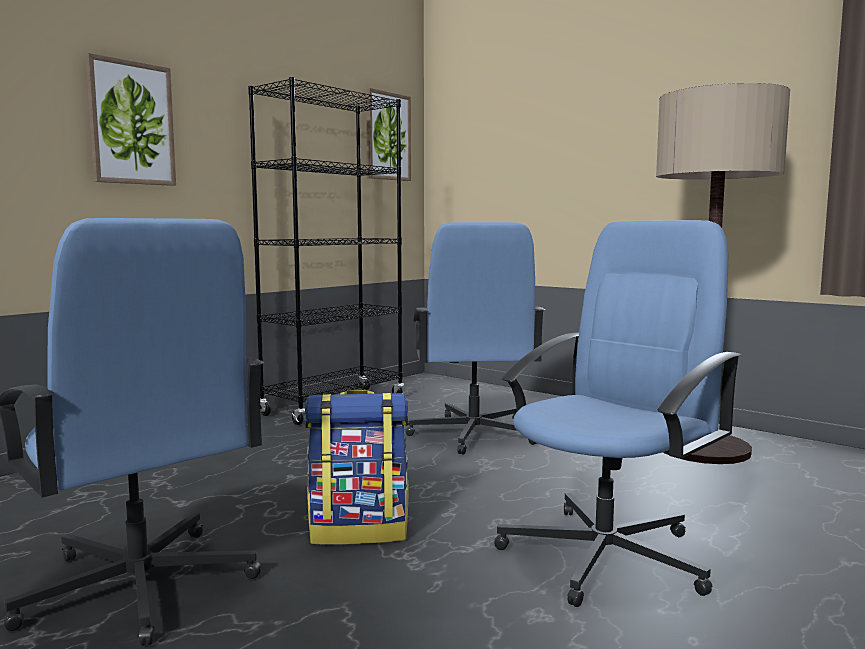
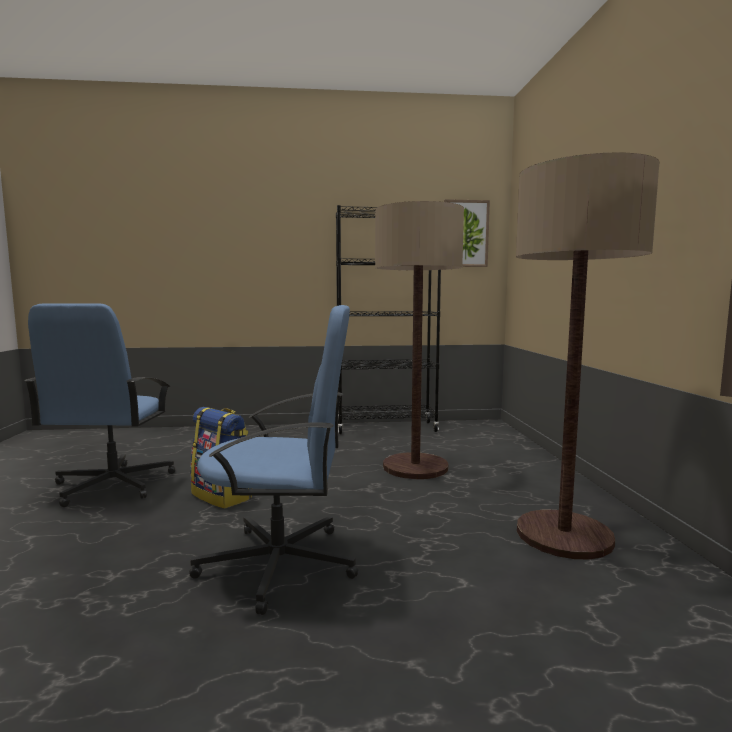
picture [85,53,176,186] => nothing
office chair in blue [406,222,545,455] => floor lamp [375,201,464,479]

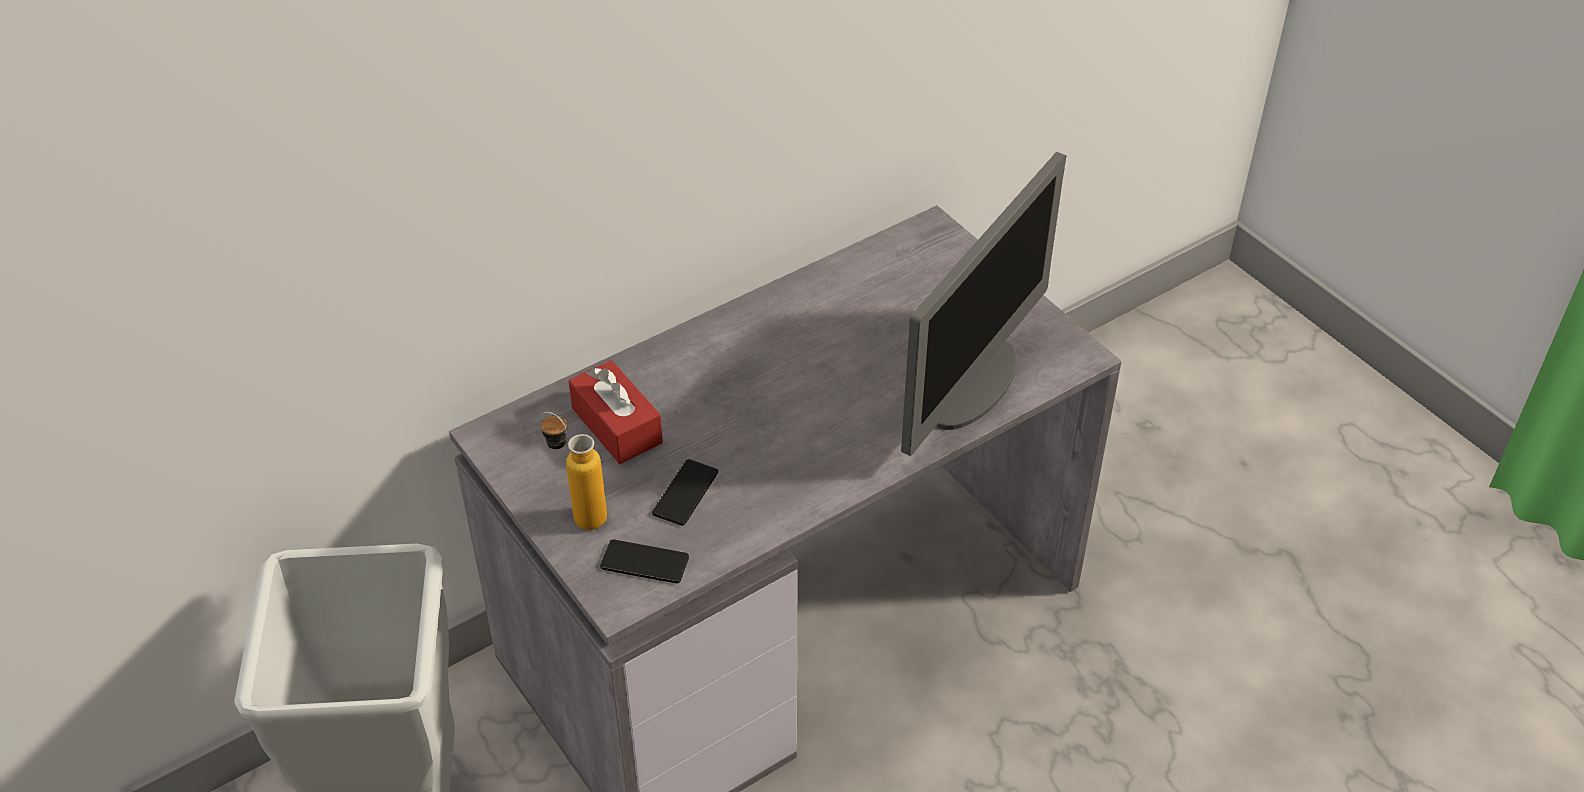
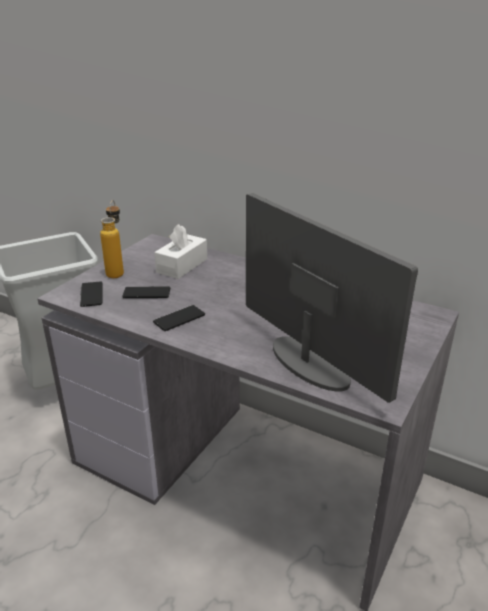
monitor [901,152,1066,456] => monitor [246,193,418,403], 135 degrees counterclockwise
tissue box in red [569,360,663,464] => tissue box in white [154,224,207,279]
nothing => phone [153,305,205,331]

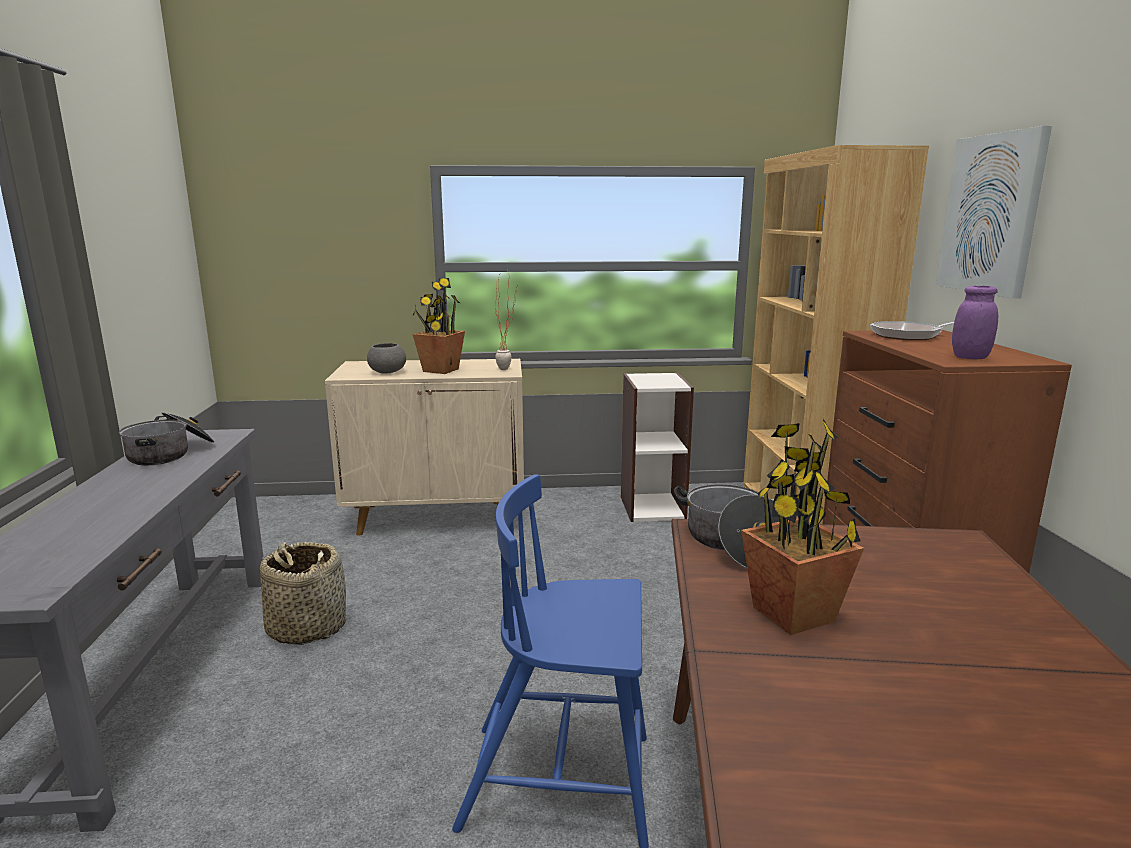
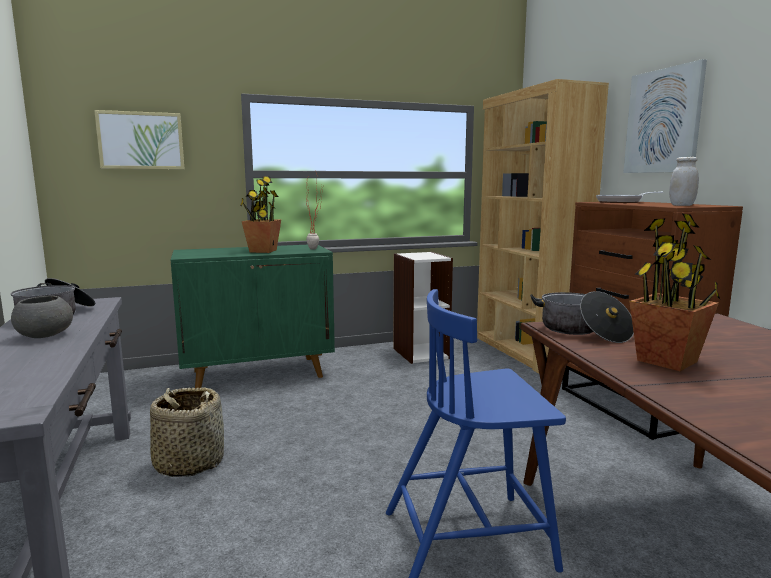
jar in purple [952,286,998,359] => jar in white [669,157,699,206]
bowl in grey [367,343,406,374] => bowl in grey [11,296,73,338], relocated
cabinet in beige [325,359,524,536] => cabinet in green [171,245,335,388]
nothing => picture [94,110,184,169]

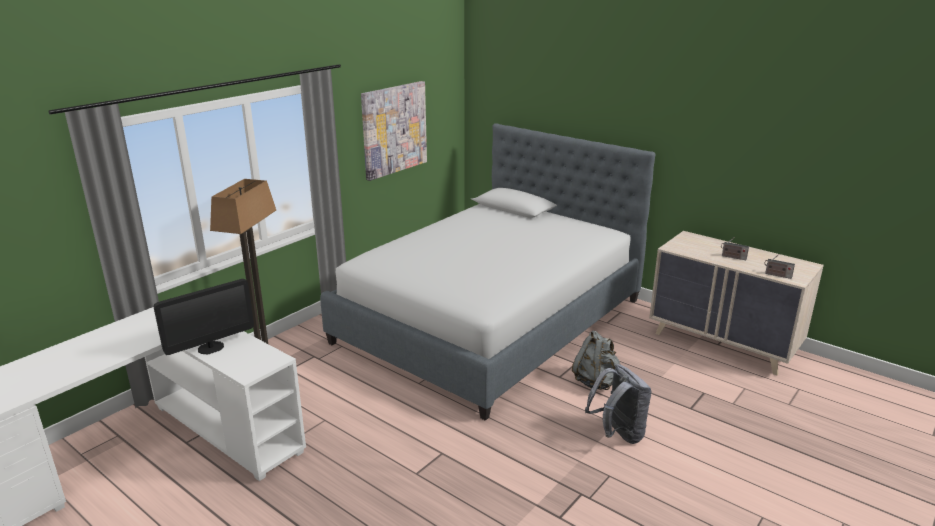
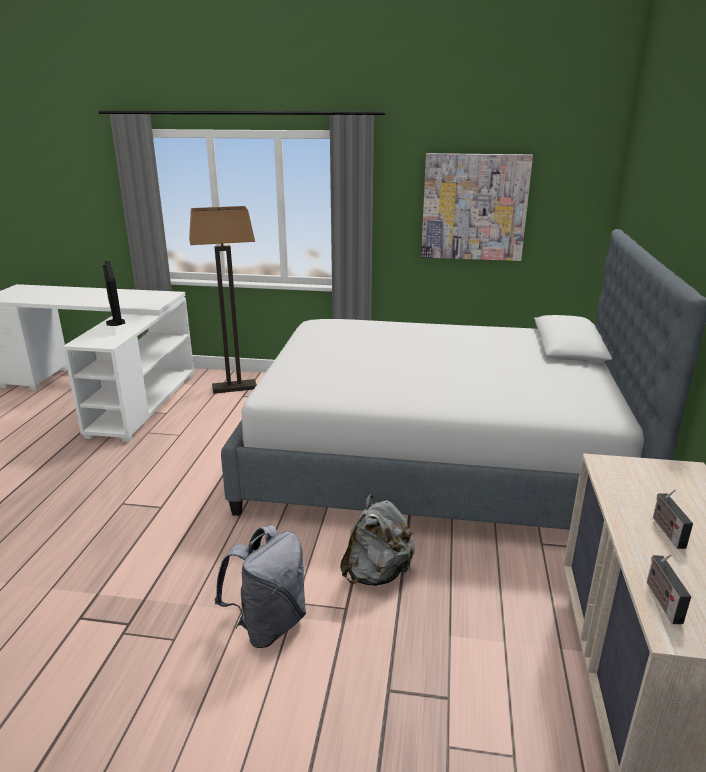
monitor [154,279,254,355] => monitor [103,261,125,326], 135 degrees counterclockwise

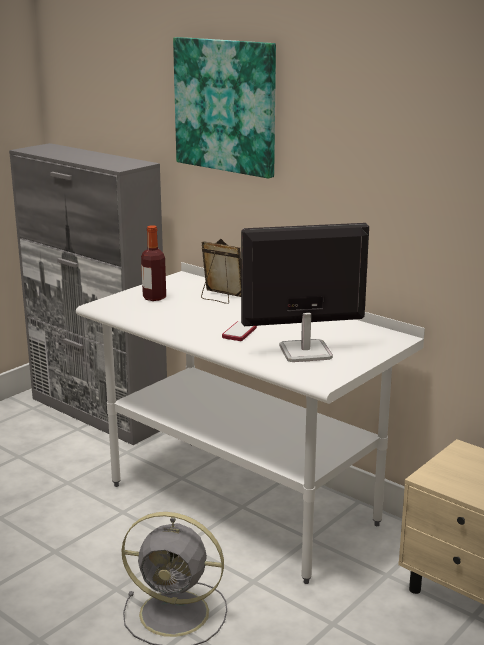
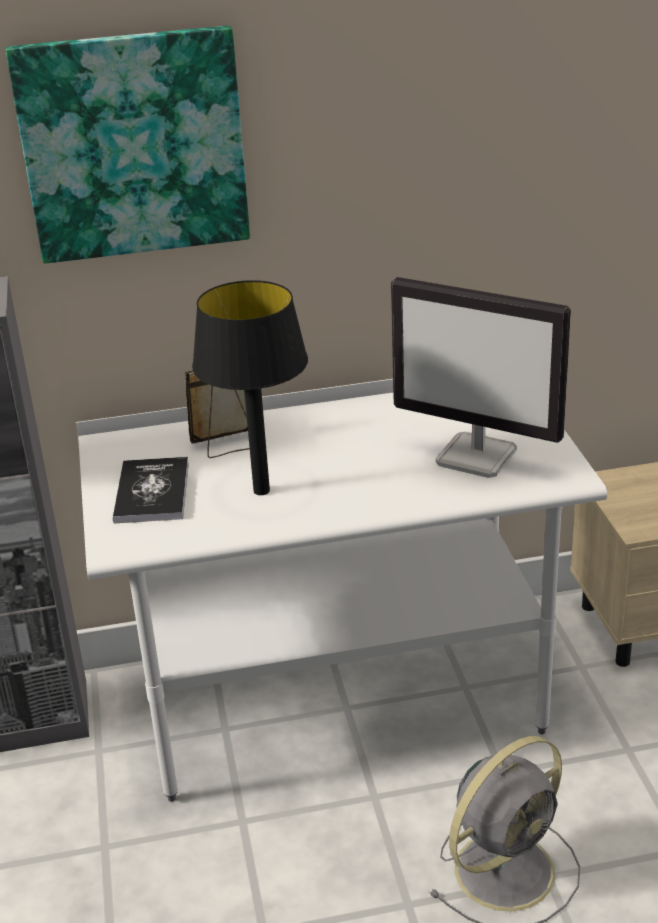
monitor [241,223,369,362] => monitor [391,277,571,478], 90 degrees counterclockwise
bottle [141,225,166,301] => book [113,457,189,523]
phone [222,321,257,341] => nothing
nothing => table lamp in black [192,280,308,495]

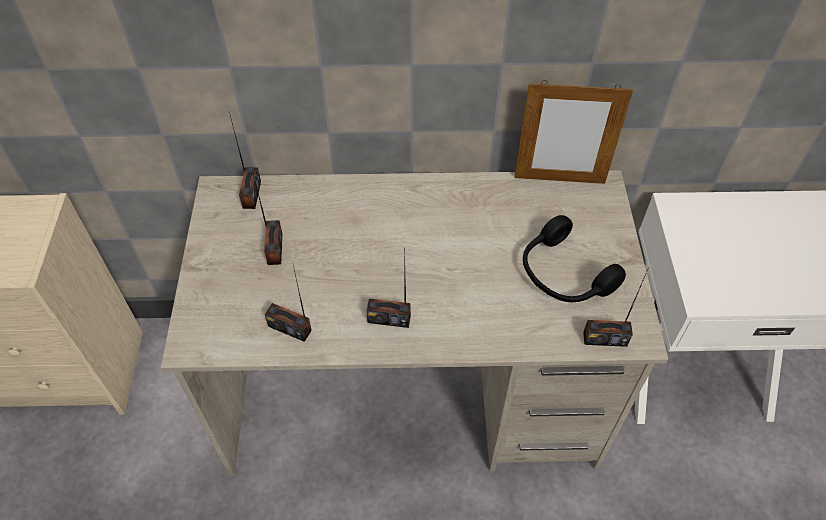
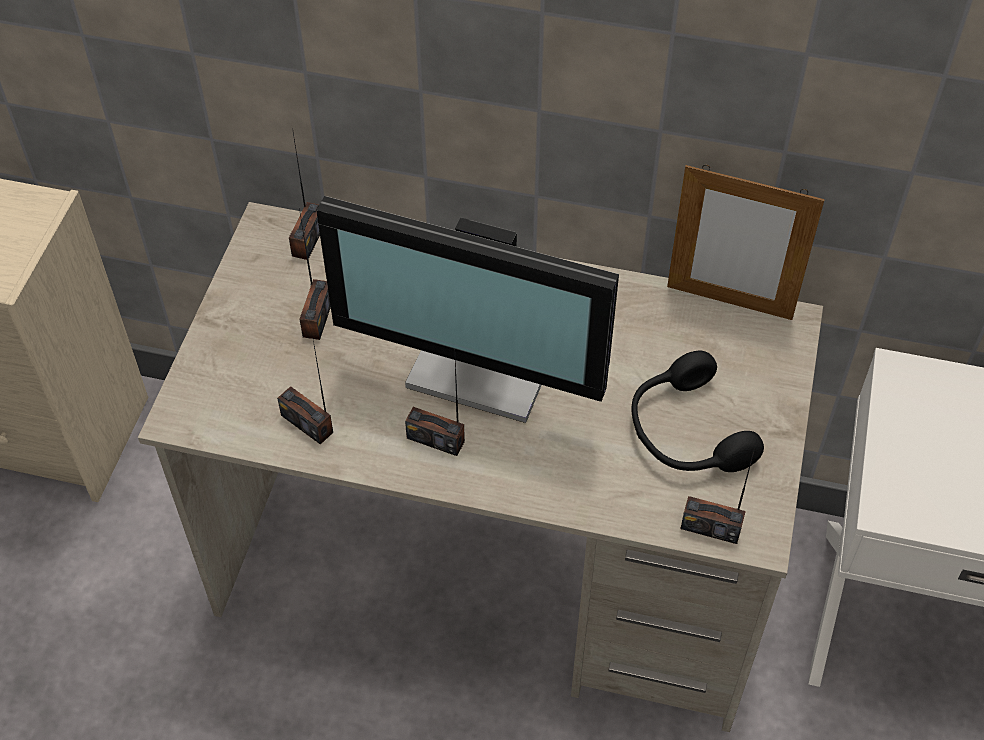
nothing => monitor [316,196,619,423]

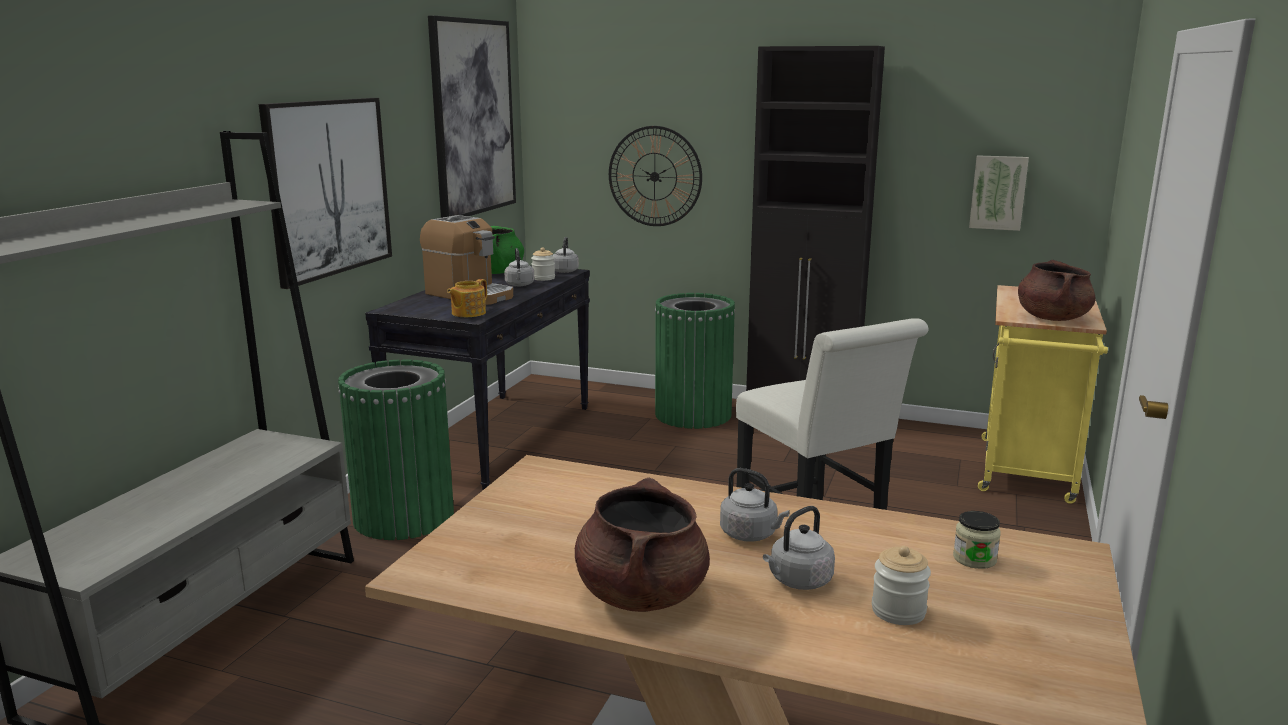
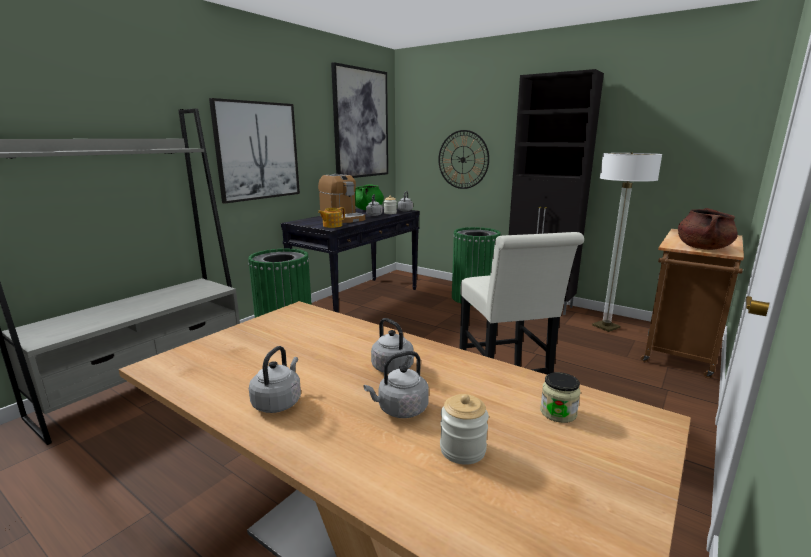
picture [969,155,1029,231] => nothing
cart in yellow [978,285,1108,504] => cart in brown [641,229,744,378]
cooking pot in brown [575,477,710,612] => kettle in grey [249,346,301,413]
nothing => floor lamp [592,153,662,332]

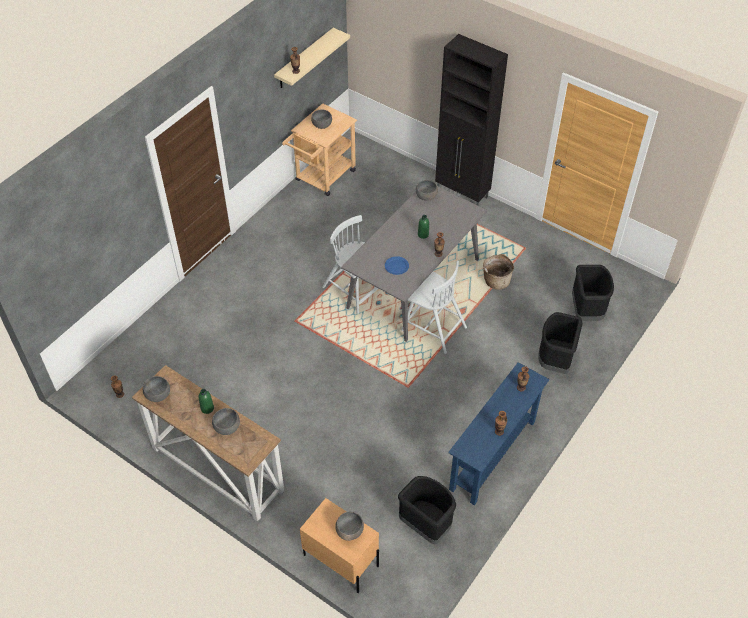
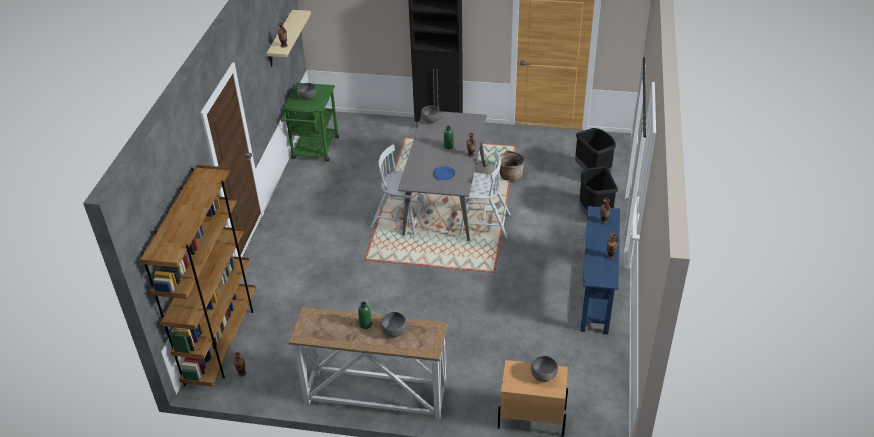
cart in beige [282,103,357,196] => cart in green [281,83,339,162]
bowl in grey [143,376,170,402] => nothing
trash can in black [398,476,456,544] => nothing
nothing => bookcase in brown [140,165,256,387]

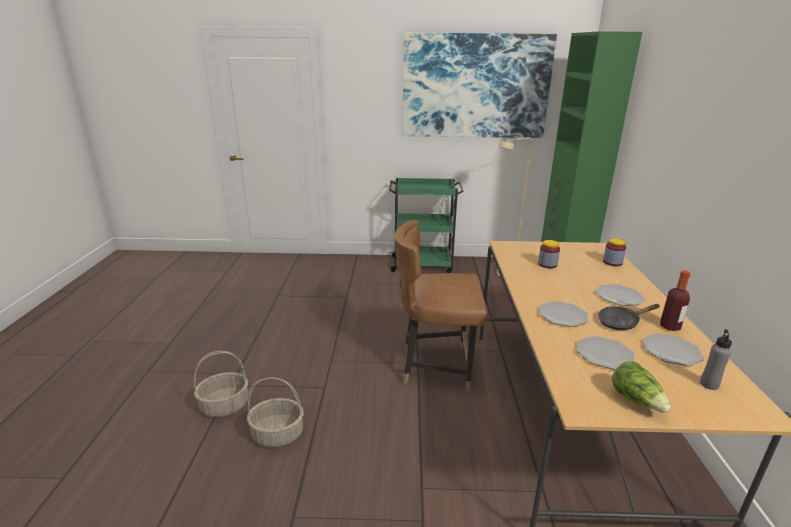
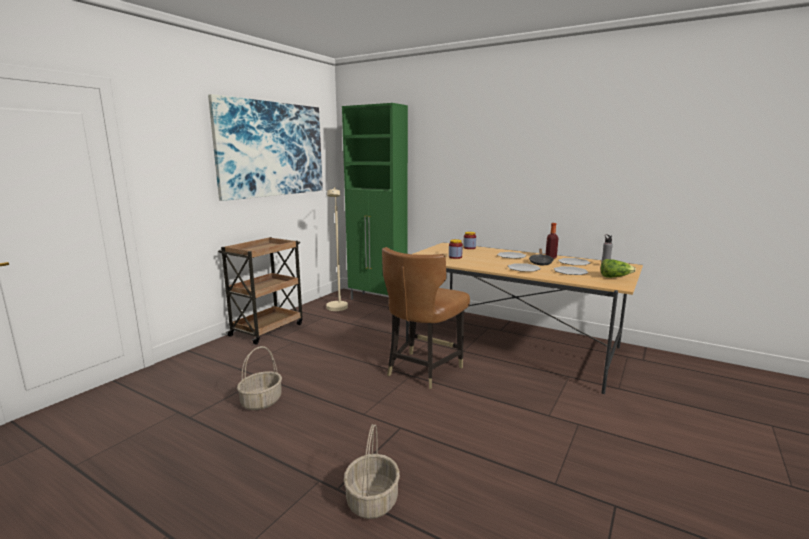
cart in green [389,178,464,273] => cart in brown [218,237,303,345]
basket [247,377,304,447] => basket [237,346,282,410], relocated

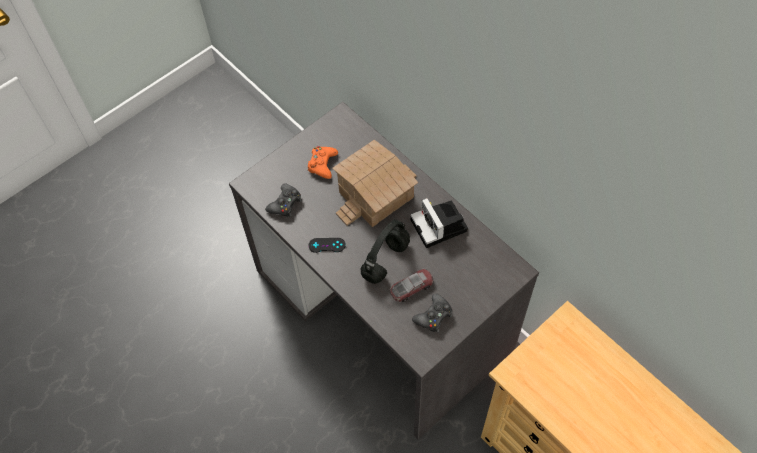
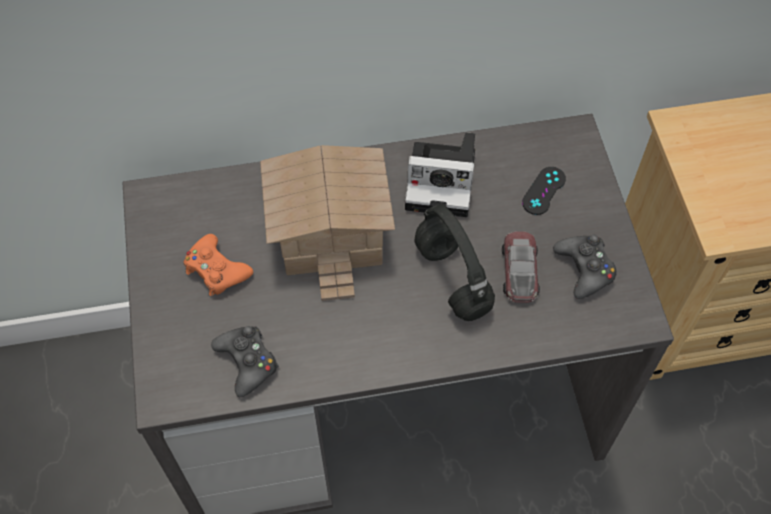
game controller in black [308,238,346,253] => game controller in black [522,167,566,215], relocated

